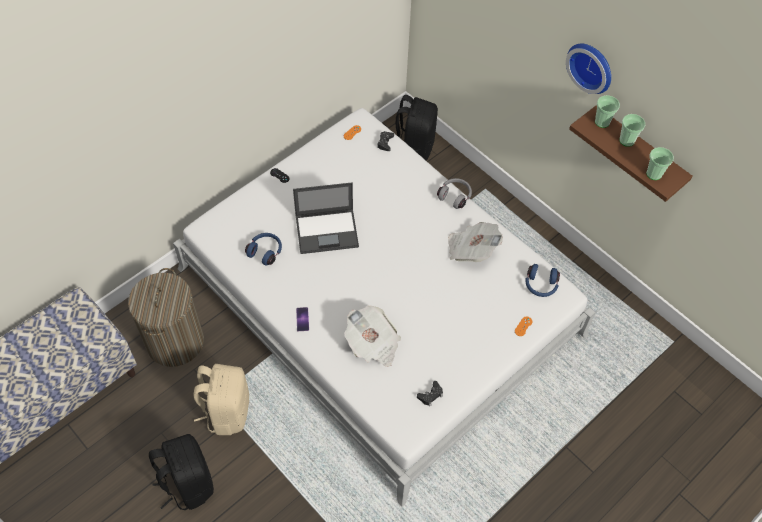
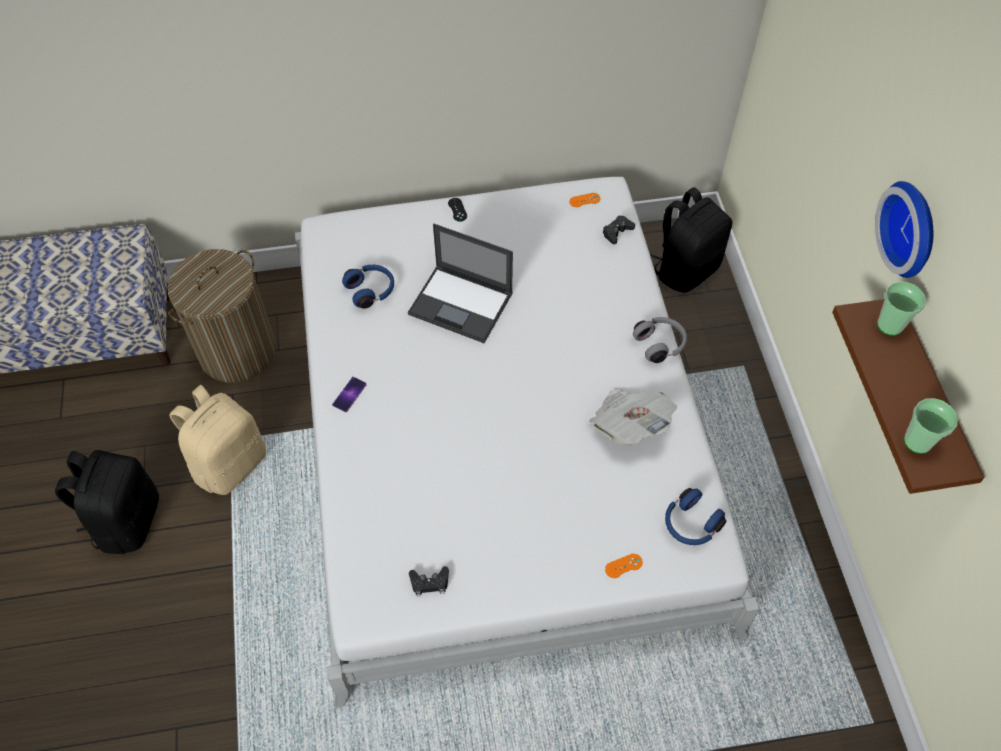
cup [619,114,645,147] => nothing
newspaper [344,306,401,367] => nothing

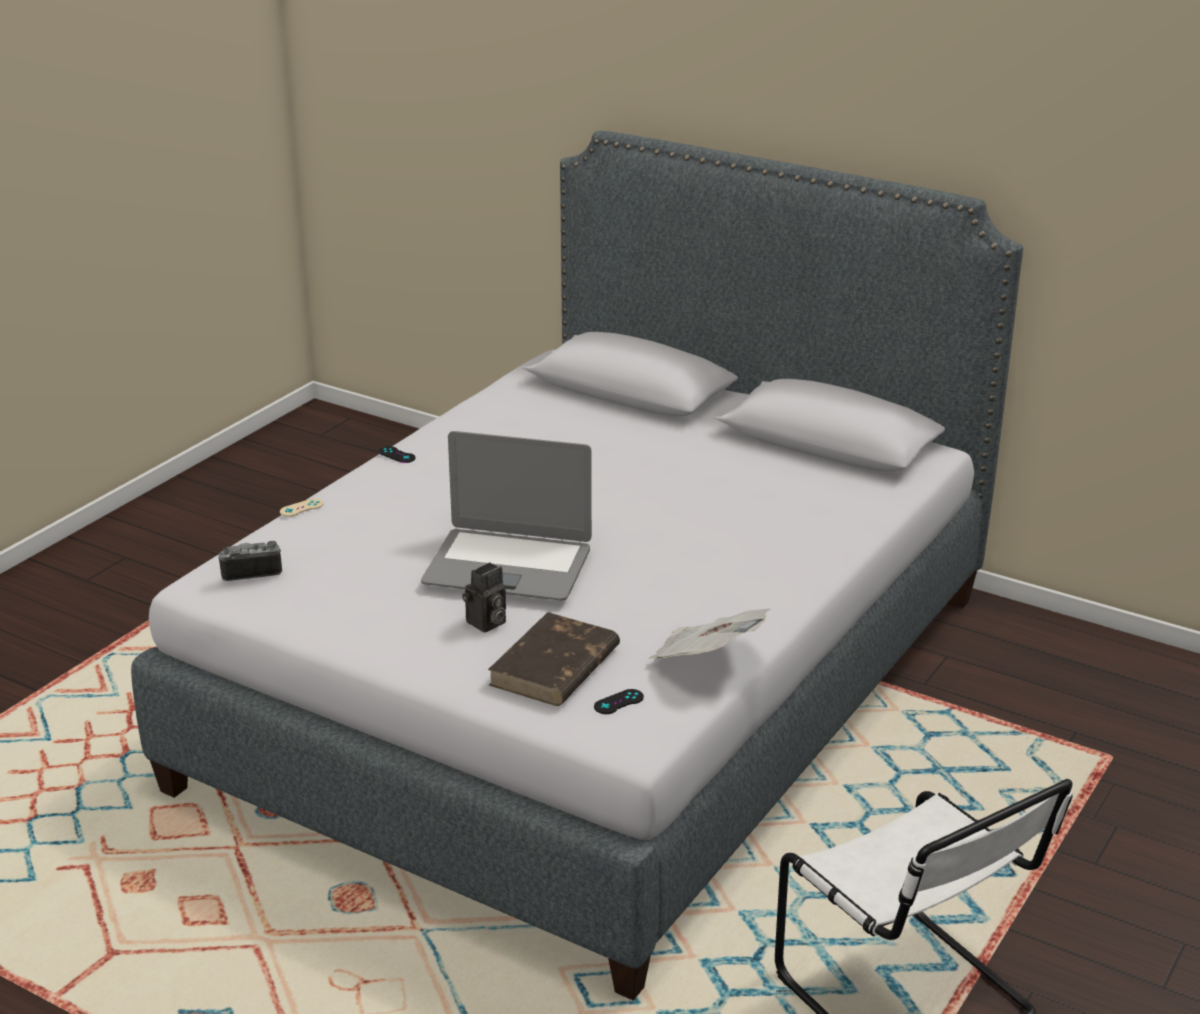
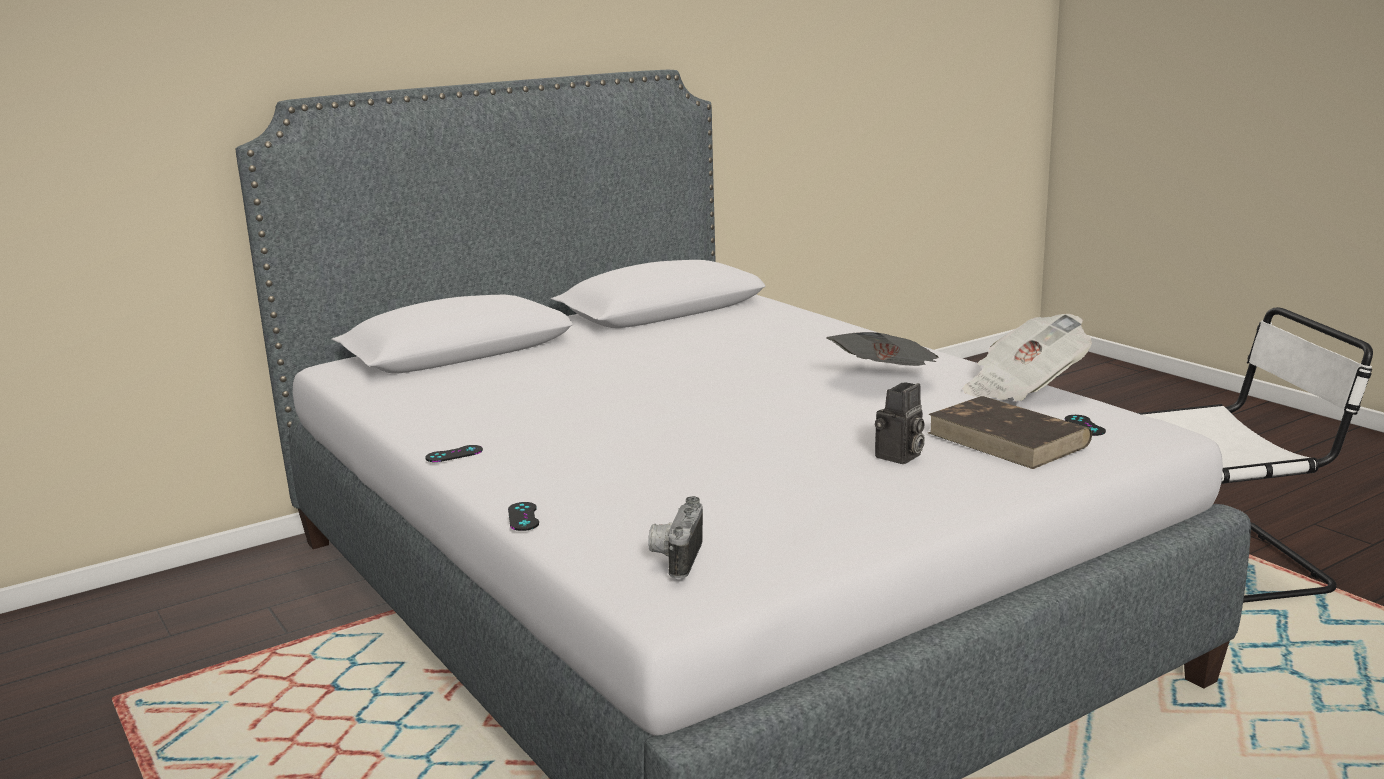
laptop [421,431,592,601] => nothing
game controller in beige [280,499,323,517] => game controller in black [508,502,539,531]
photo camera [462,562,506,633] => photo camera [875,382,925,464], 60 degrees clockwise
nothing => newspaper [826,332,938,366]

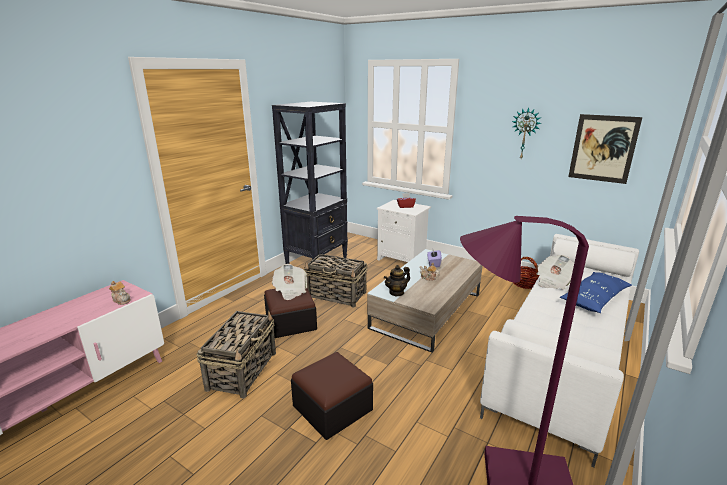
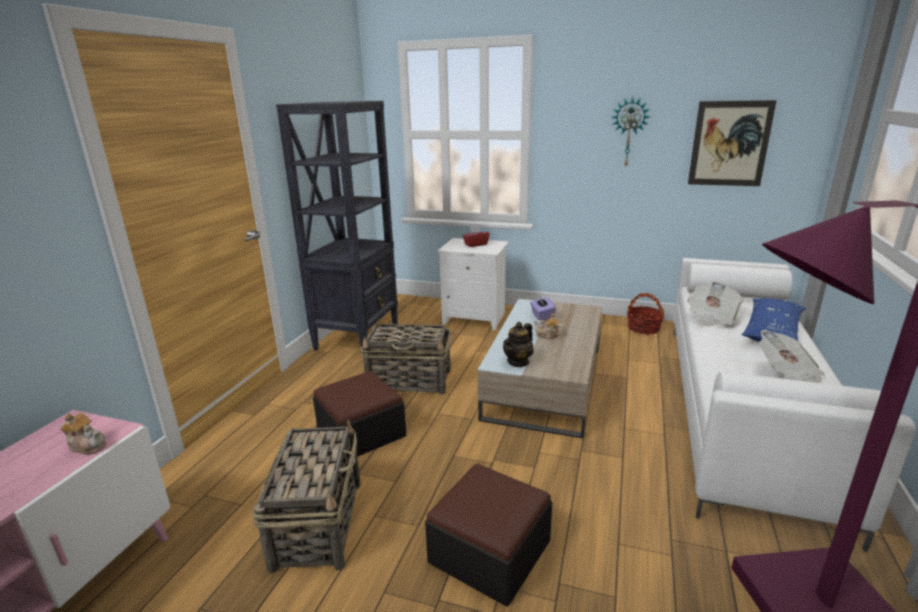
newspaper [272,264,307,300] => newspaper [759,330,825,383], relocated

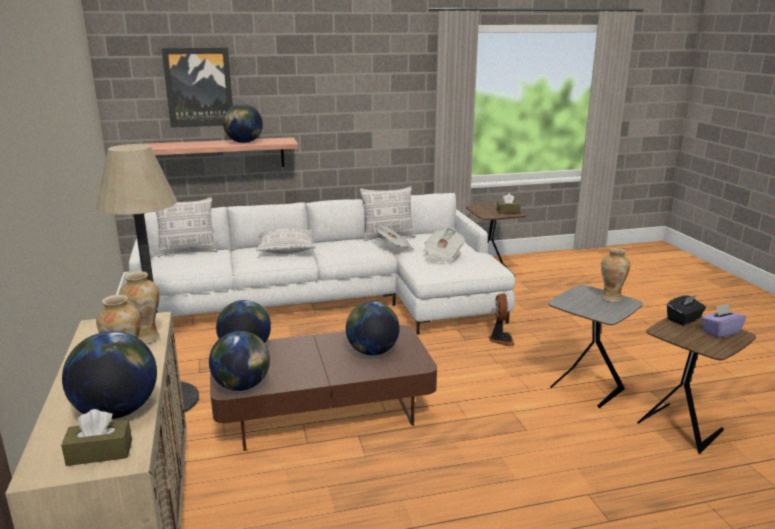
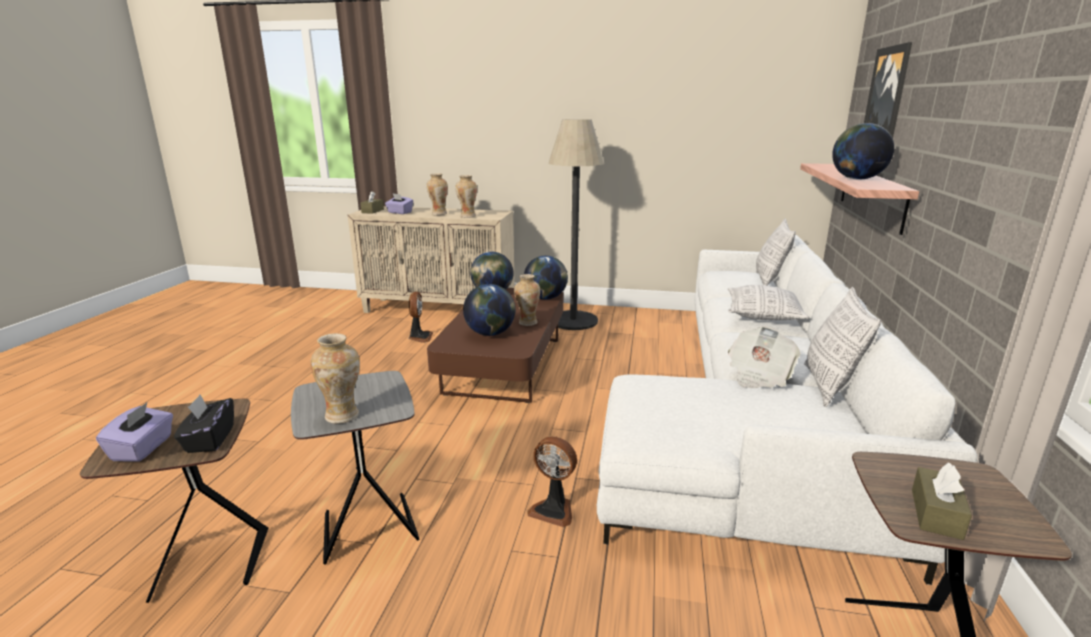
newspaper [424,228,465,263] => nothing
globe [62,331,157,419] => tissue box in purple [385,193,413,214]
nothing => vase [514,274,540,326]
nothing => fan [408,292,433,343]

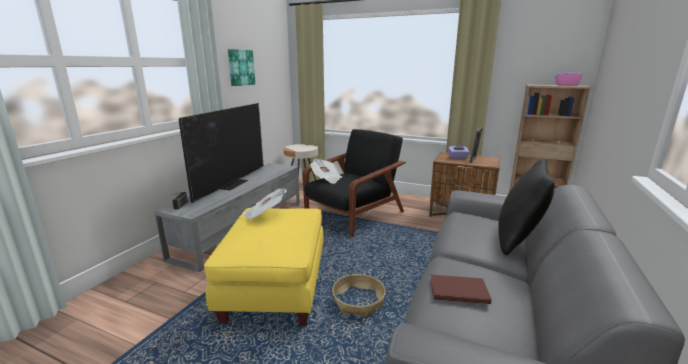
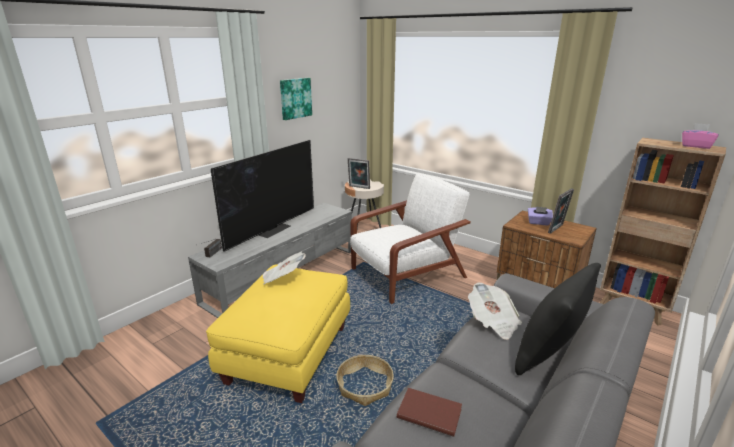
armchair in black [303,129,406,237] => armchair in white [350,174,471,304]
newspaper [310,159,342,184] => newspaper [468,282,522,340], relocated
nothing => picture frame [348,158,370,189]

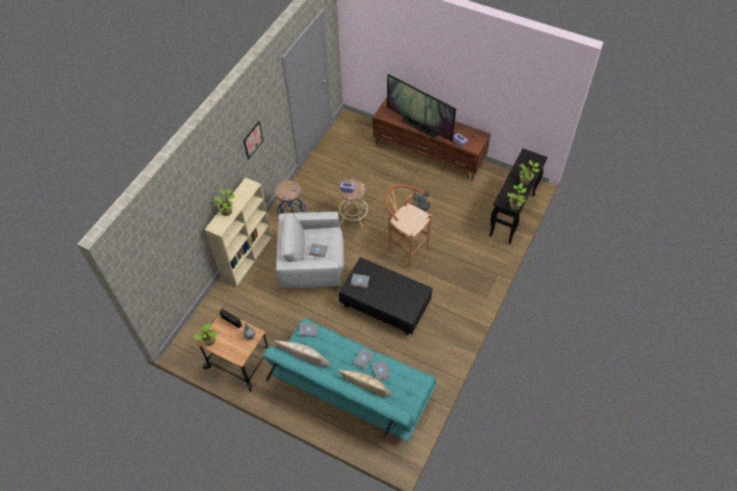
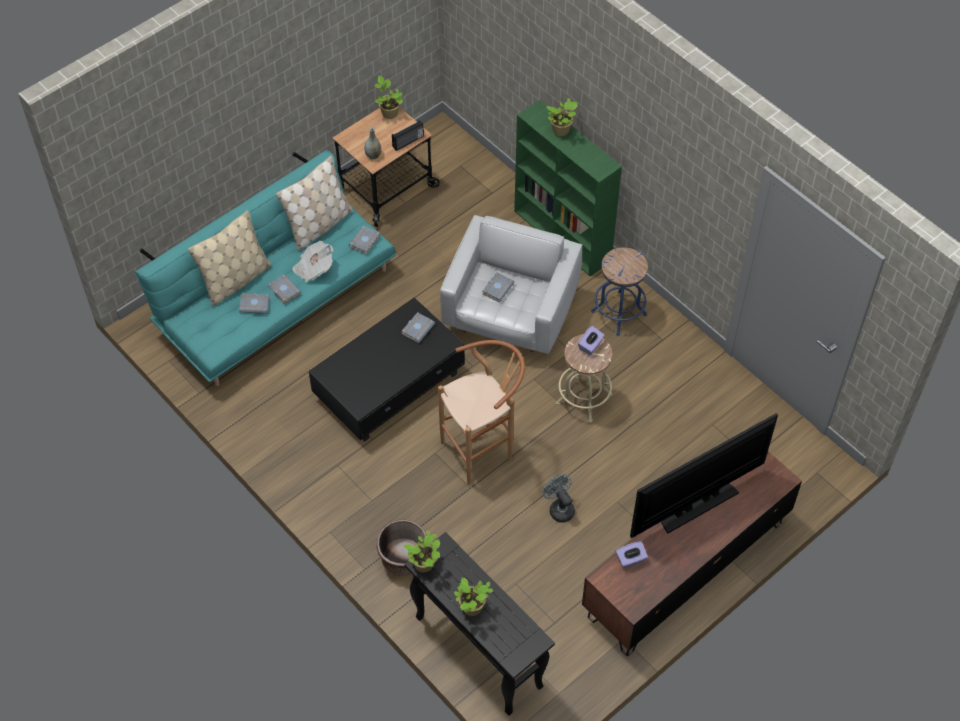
picture [243,121,263,159] => nothing
bookcase in beige [205,178,272,287] => bookcase in green [514,100,622,277]
nothing => newspaper [292,241,333,283]
nothing => planter in brown [377,520,427,576]

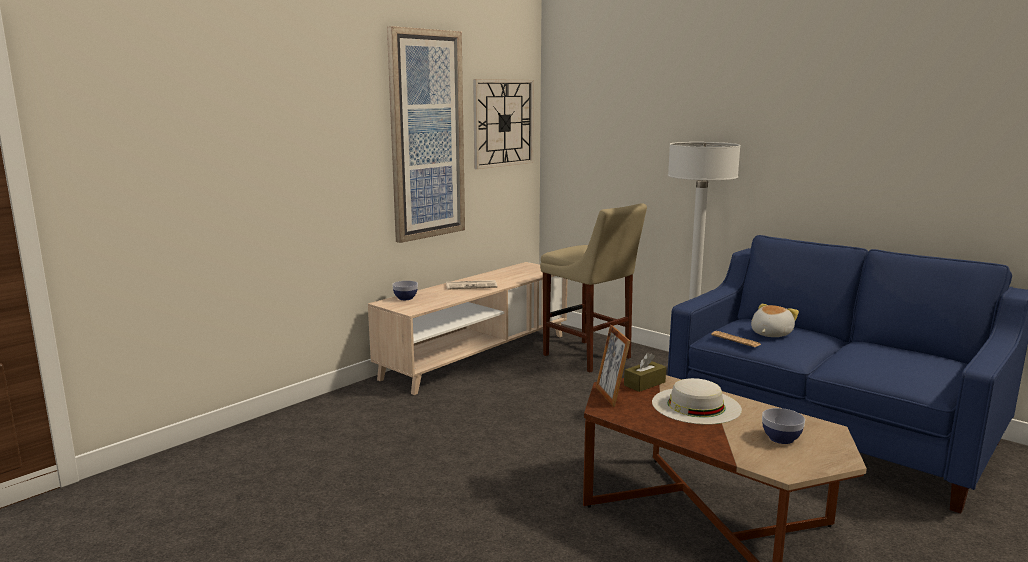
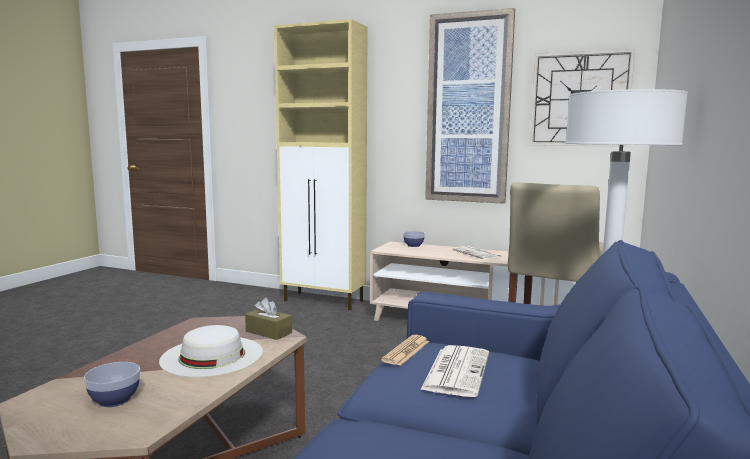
plush toy [751,304,799,337] => newspaper [420,345,489,397]
picture frame [596,325,630,407] => nothing
nothing => cabinet in beige [274,19,368,310]

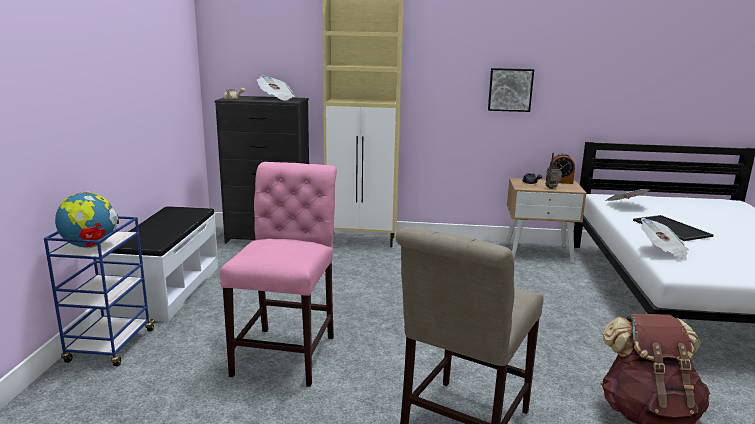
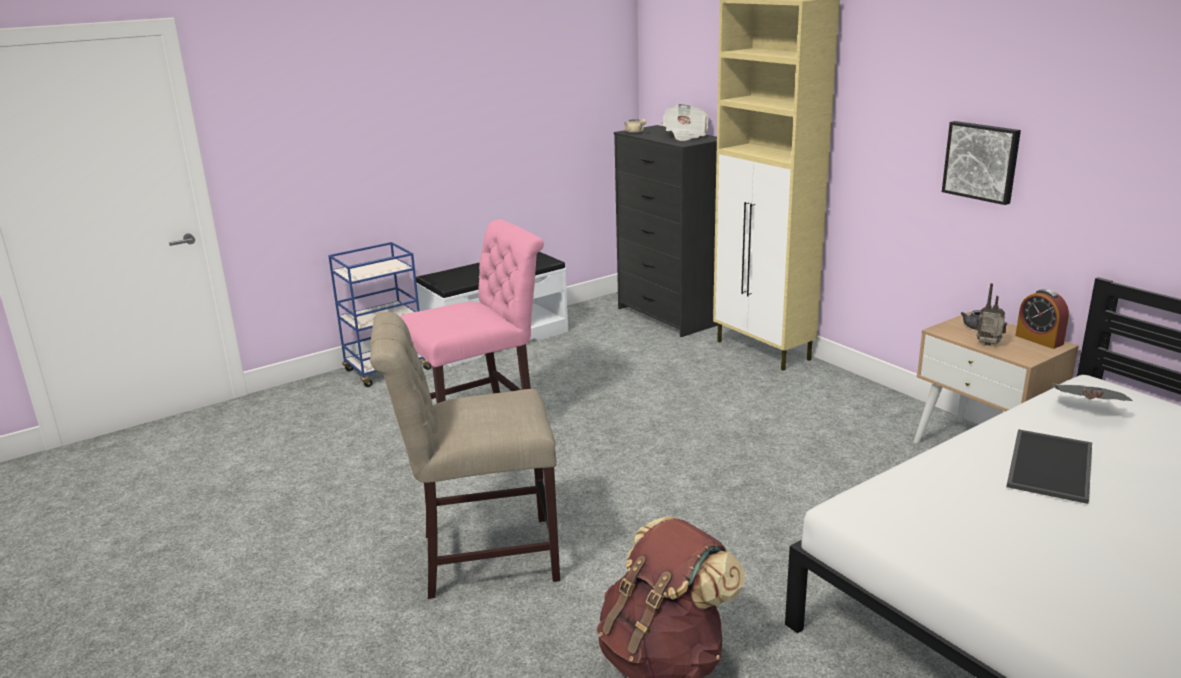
globe [55,191,119,248] => nothing
newspaper [641,218,689,261] => nothing

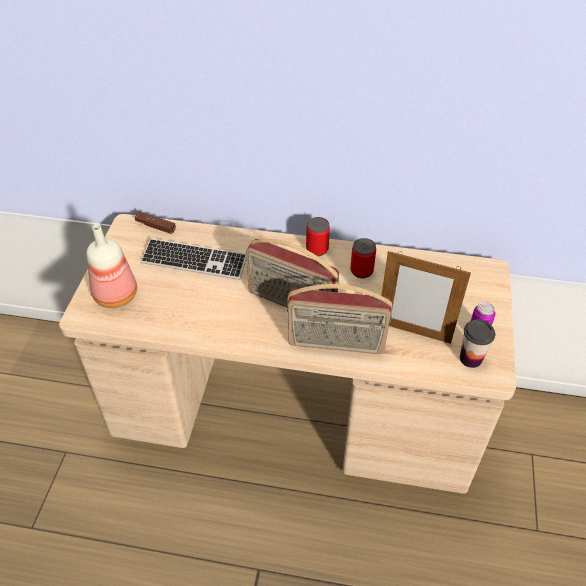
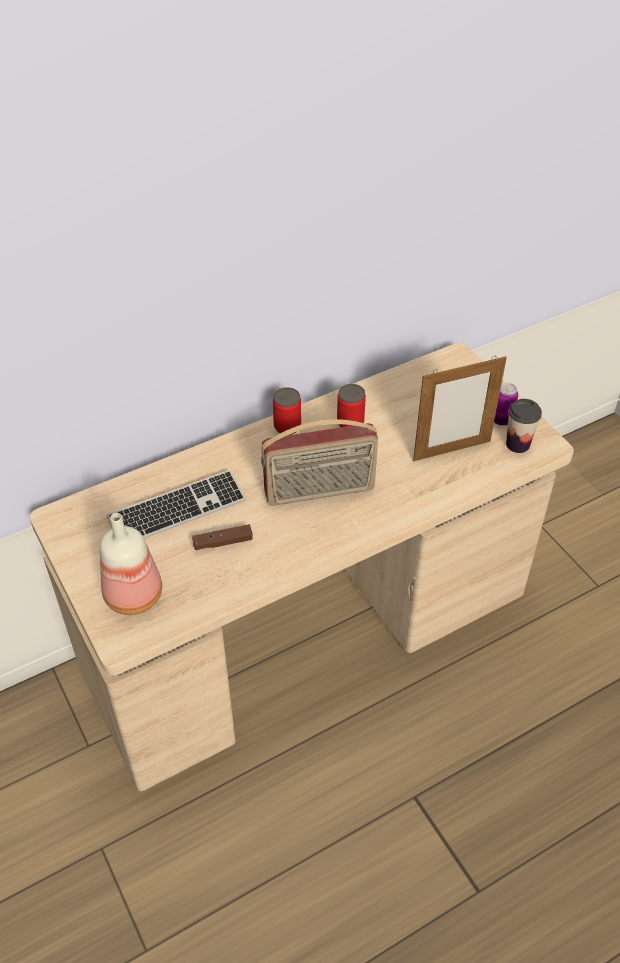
game controller in brown [135,212,176,234] => game controller in brown [192,524,253,550], relocated
radio [287,284,392,354] => nothing

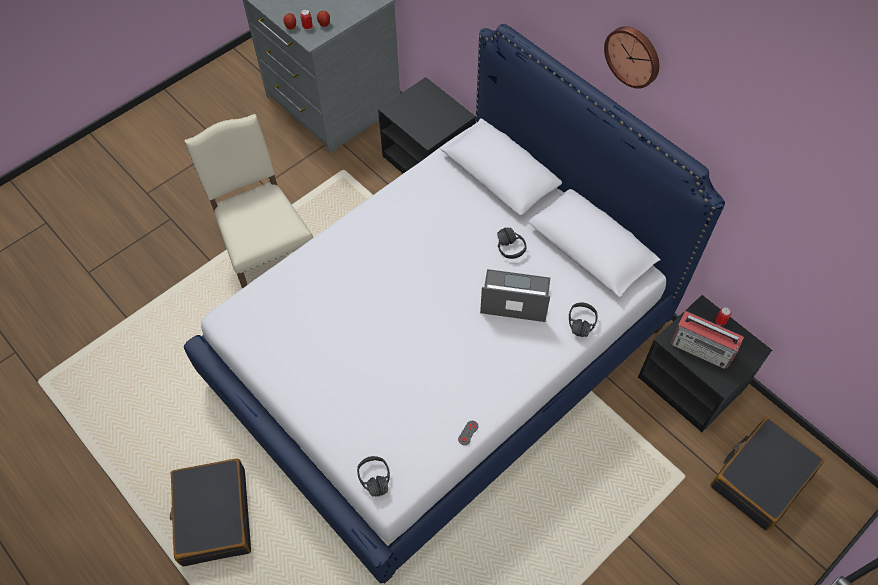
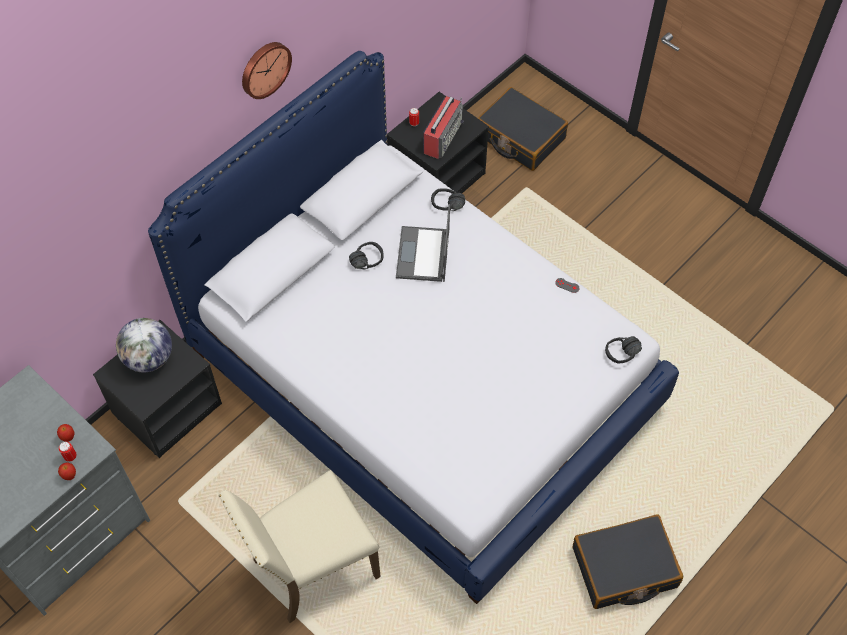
nothing => globe [116,318,172,373]

